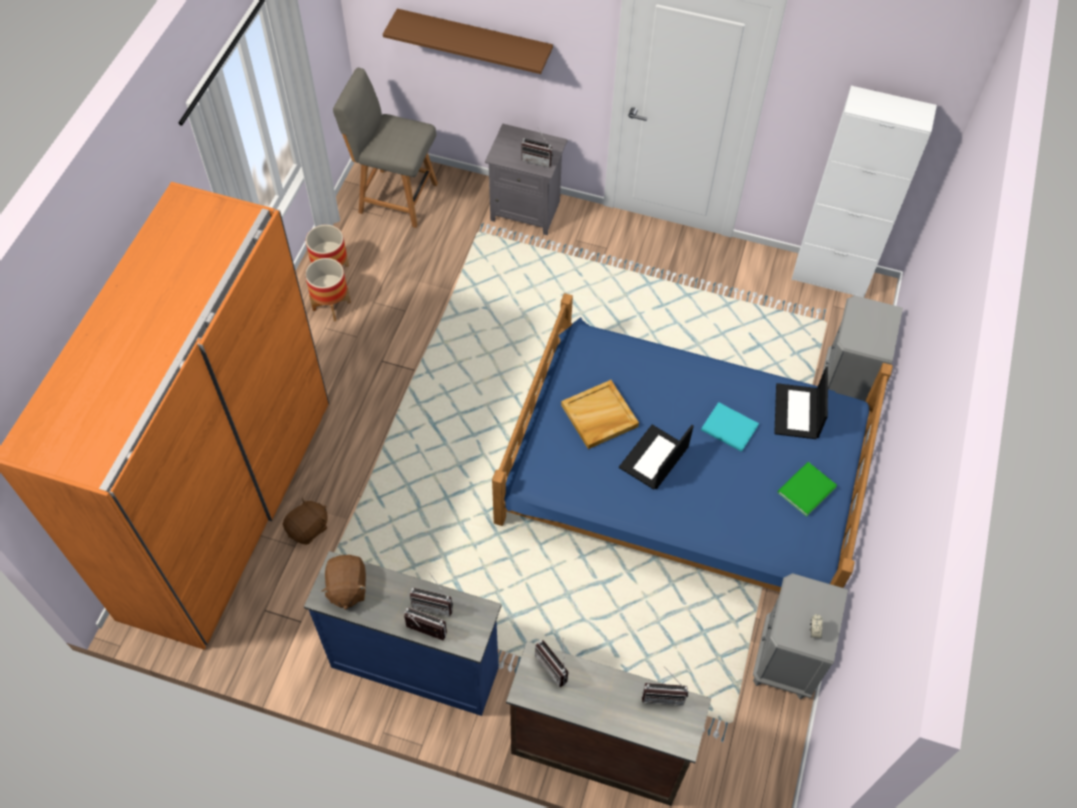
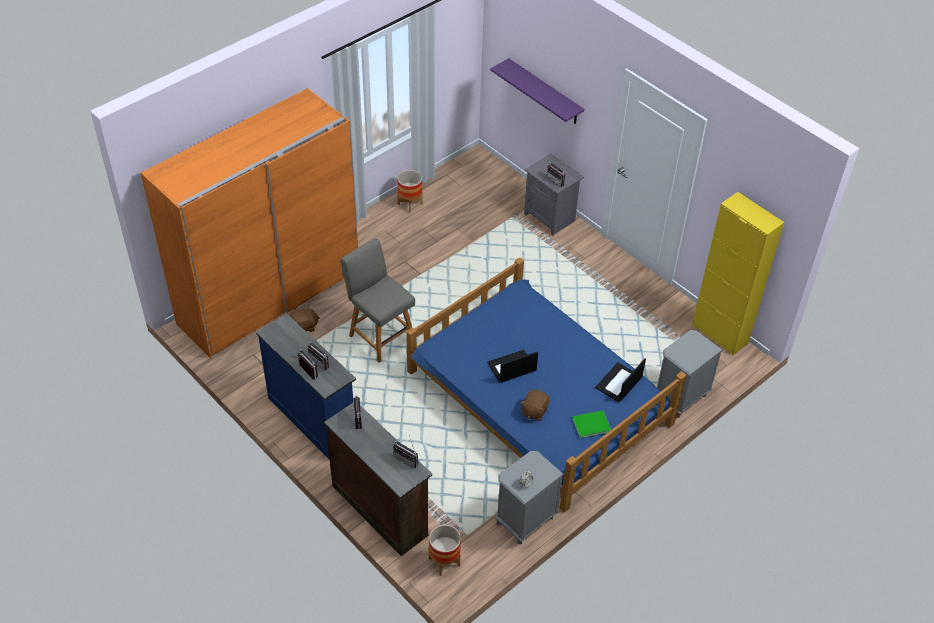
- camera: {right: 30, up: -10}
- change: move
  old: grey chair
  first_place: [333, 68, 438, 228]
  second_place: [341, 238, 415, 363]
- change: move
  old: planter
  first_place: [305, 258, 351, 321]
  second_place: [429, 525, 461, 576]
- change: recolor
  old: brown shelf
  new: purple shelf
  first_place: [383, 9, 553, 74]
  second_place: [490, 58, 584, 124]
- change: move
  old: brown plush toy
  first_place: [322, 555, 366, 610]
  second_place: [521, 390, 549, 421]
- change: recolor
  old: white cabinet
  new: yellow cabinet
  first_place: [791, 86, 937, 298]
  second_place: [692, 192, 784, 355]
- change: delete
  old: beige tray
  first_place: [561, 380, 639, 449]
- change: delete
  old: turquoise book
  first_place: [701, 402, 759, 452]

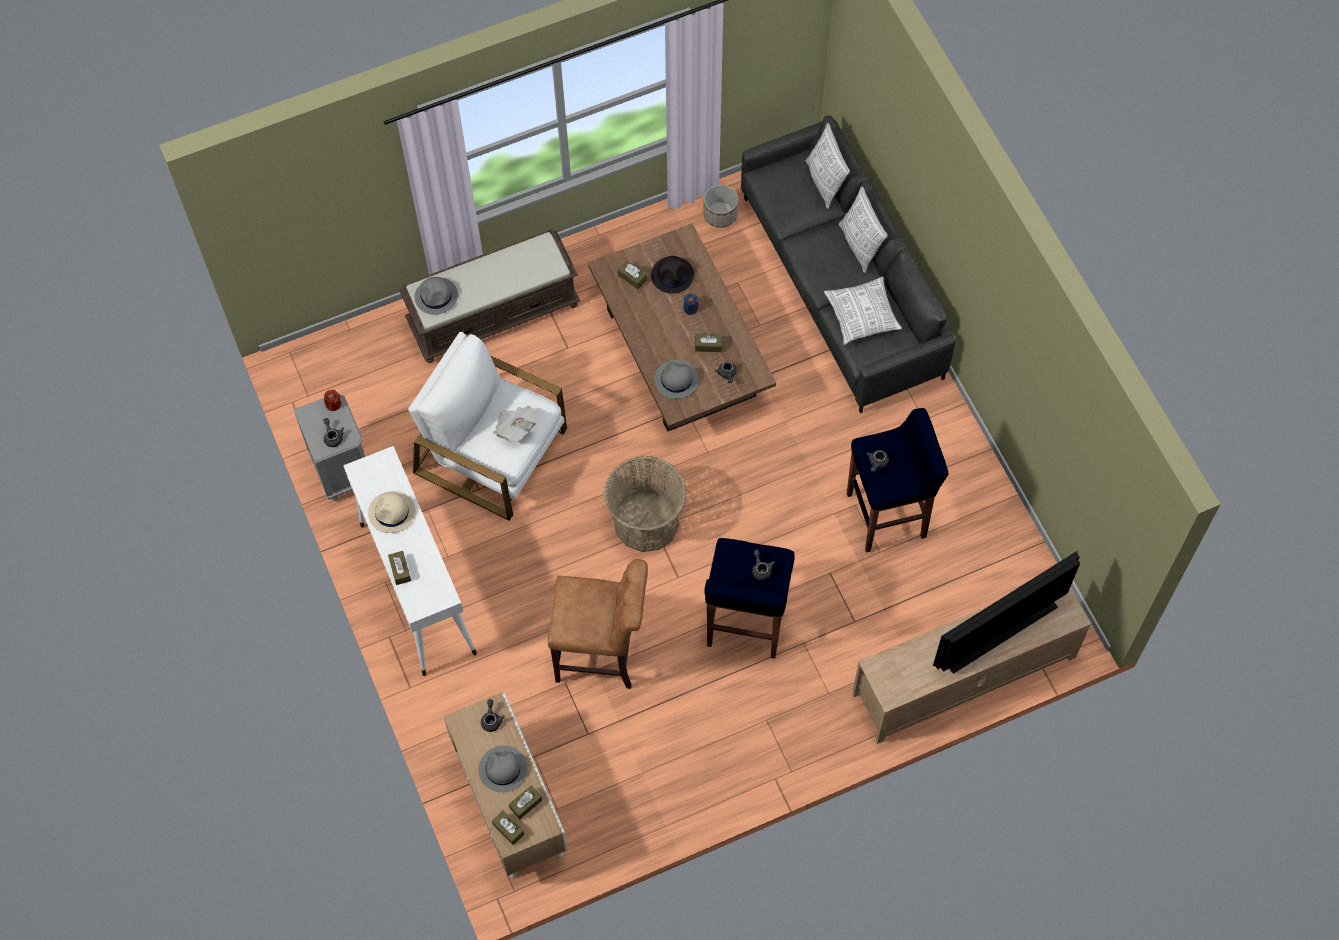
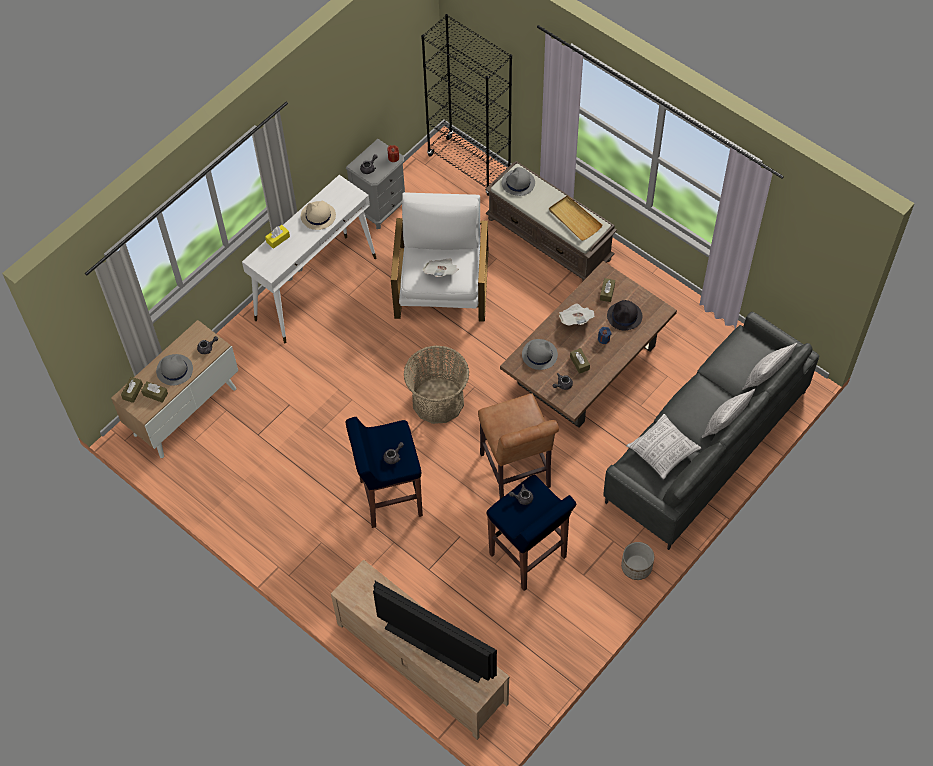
- camera: {right: 65, up: -5}
- change: recolor
  old: brown tissue box
  new: yellow tissue box
  first_place: [388, 551, 411, 585]
  second_place: [265, 225, 290, 249]
- change: insert
  new: black bookcase
  second_place: [421, 14, 512, 196]
- change: move
  old: brown stool
  first_place: [548, 559, 648, 689]
  second_place: [478, 393, 559, 499]
- change: insert
  new: beige tray
  second_place: [549, 195, 603, 241]
- change: insert
  new: newspaper
  second_place: [559, 304, 595, 325]
- change: move
  old: planter
  first_place: [703, 184, 738, 228]
  second_place: [621, 542, 654, 580]

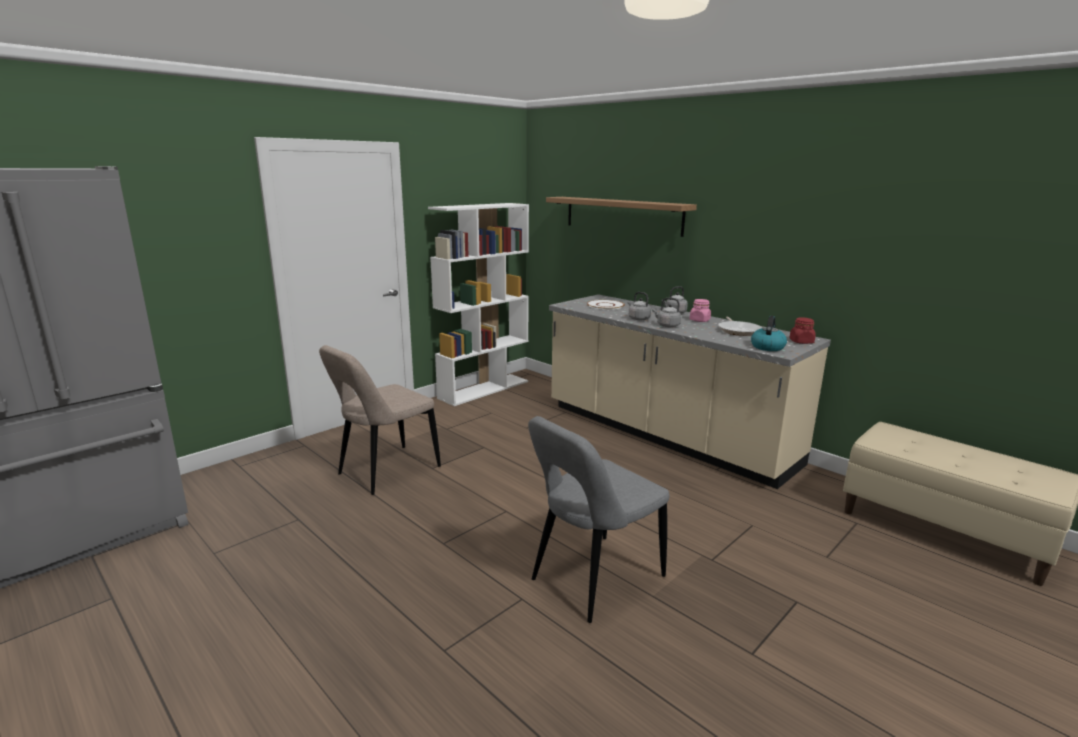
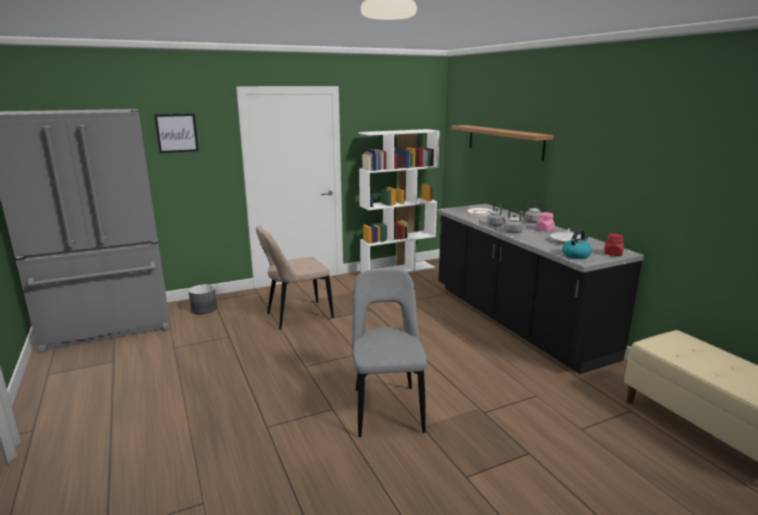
- camera: {right: 20, up: 0}
- change: insert
  new: picture
  second_place: [154, 114, 199, 153]
- change: insert
  new: grey planter
  second_place: [188, 284, 217, 314]
- change: rotate
  old: grey chair
  first_place: [528, 416, 669, 623]
  second_place: [352, 269, 427, 437]
  degrees: 105
- change: recolor
  old: beige counter
  new: black counter
  first_place: [549, 294, 831, 489]
  second_place: [438, 204, 644, 374]

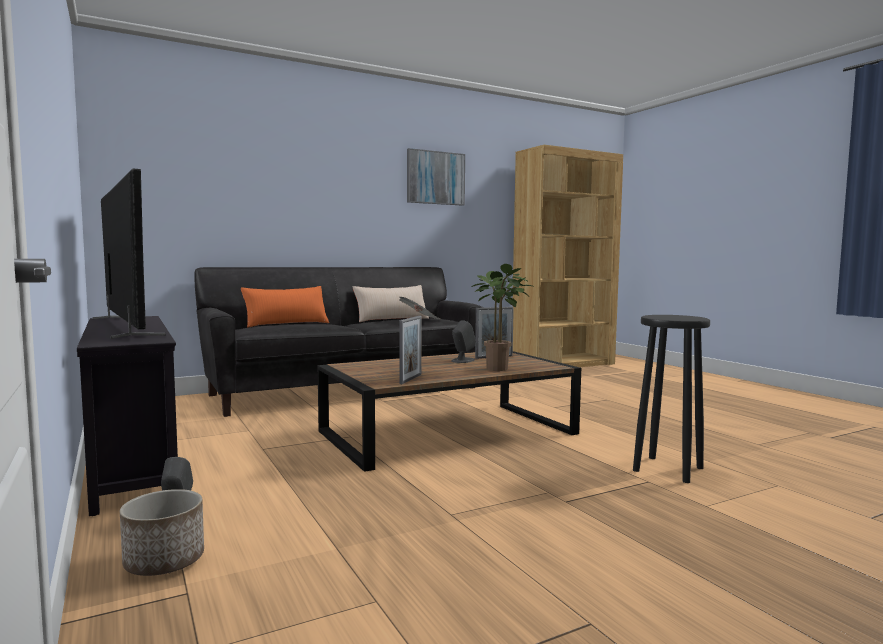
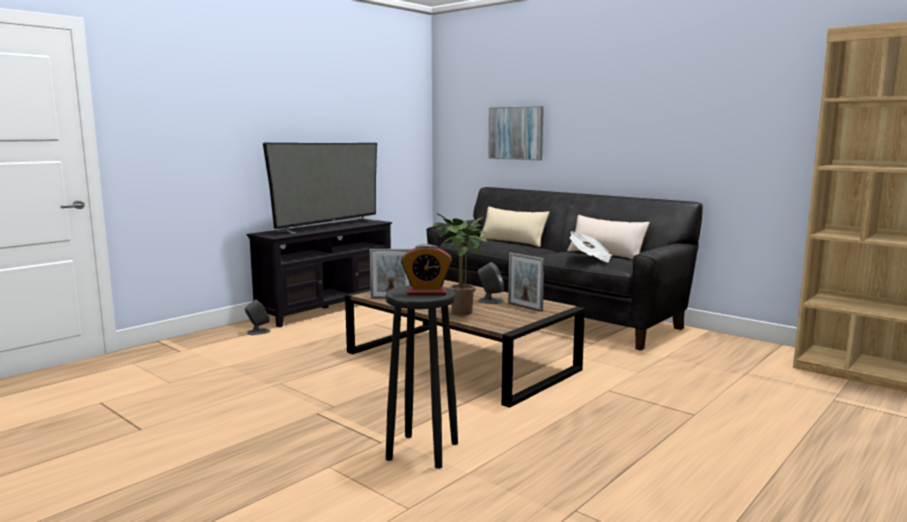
- camera: {right: 70, up: 5}
- change: insert
  new: alarm clock
  second_place: [401, 244, 452, 295]
- change: recolor
  old: orange pillow
  new: beige pillow
  first_place: [241, 286, 329, 328]
  second_place: [478, 206, 549, 247]
- change: move
  old: picture
  first_place: [407, 148, 465, 206]
  second_place: [488, 106, 544, 160]
- change: delete
  old: planter
  first_place: [120, 489, 204, 576]

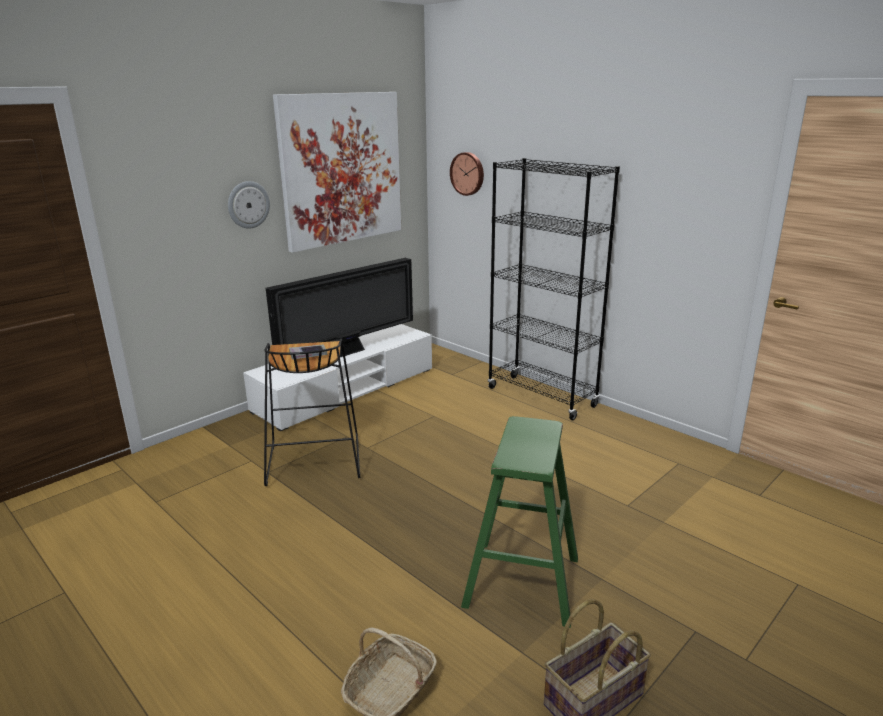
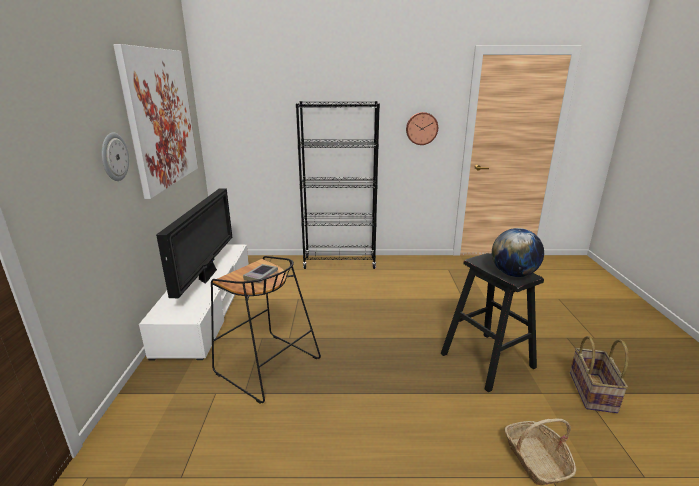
- camera: {right: -45, up: 0}
- change: move
  old: wall clock
  first_place: [450, 152, 484, 196]
  second_place: [406, 112, 438, 145]
- change: recolor
  old: green stool
  new: black stool
  first_place: [461, 416, 578, 628]
  second_place: [441, 253, 544, 393]
- change: insert
  new: globe
  second_place: [492, 228, 544, 277]

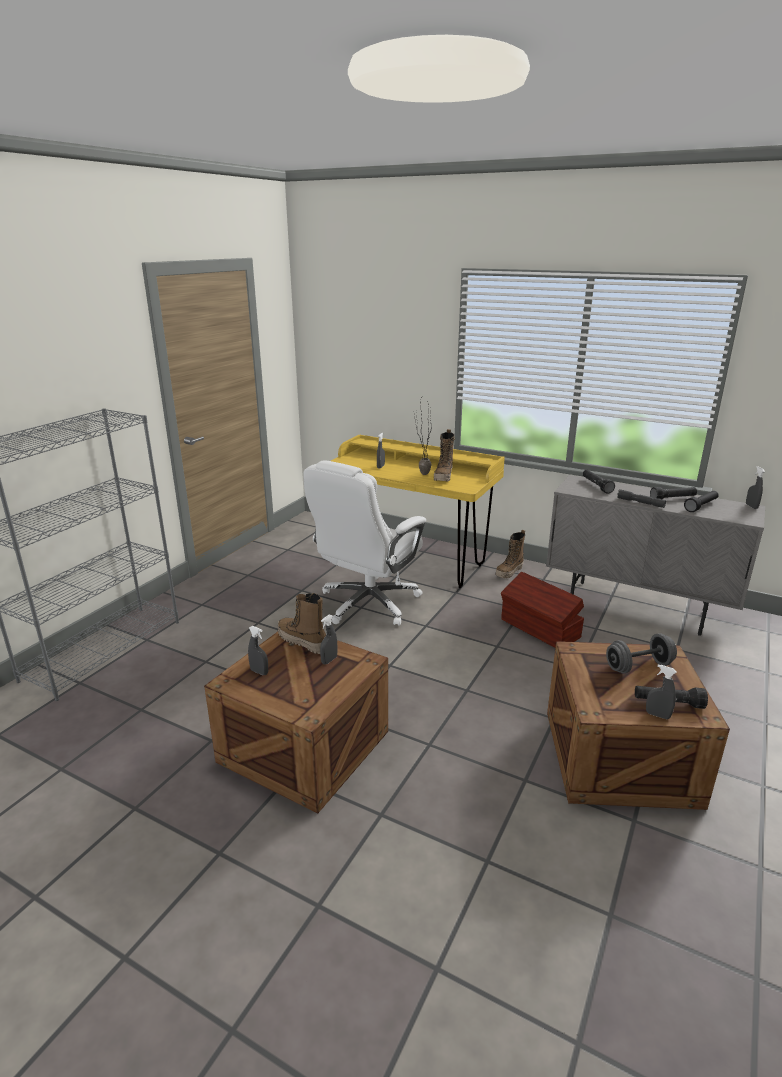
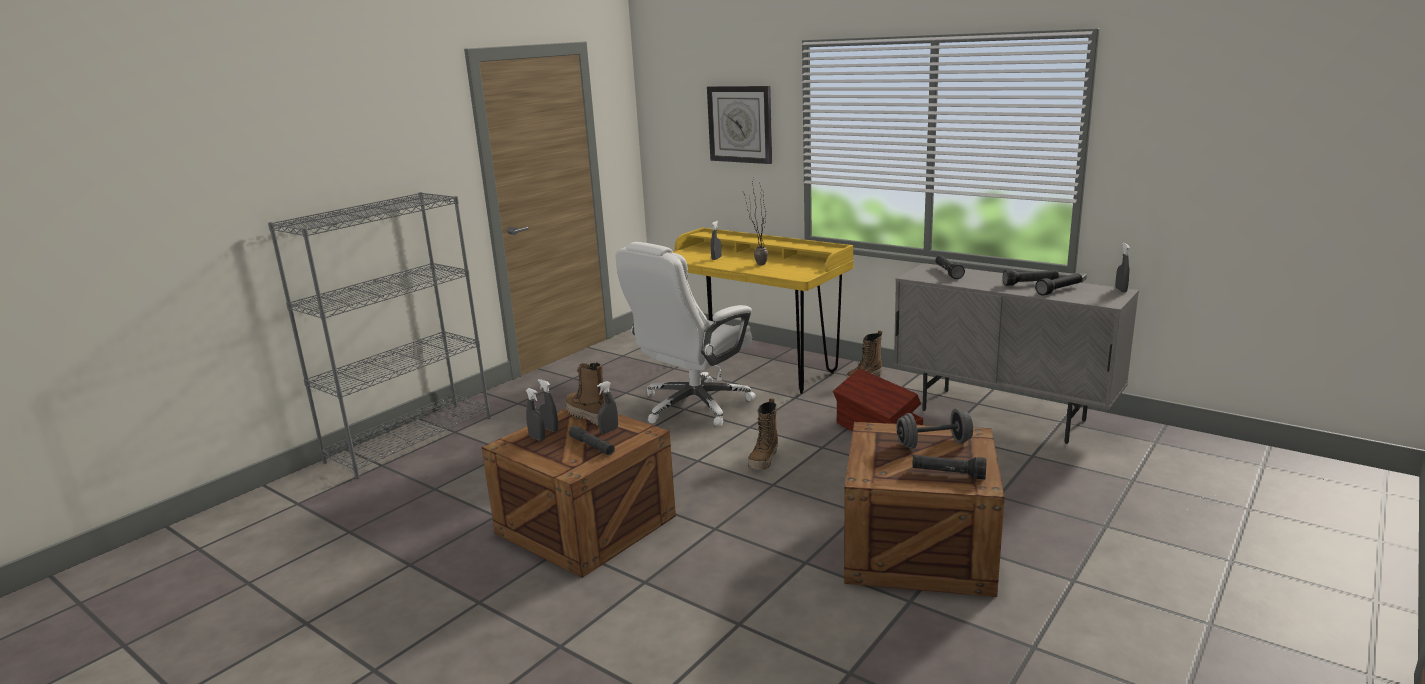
- camera: {right: 10, up: -5}
- change: move
  old: grey spray bottle
  first_place: [646, 664, 677, 719]
  second_place: [538, 379, 558, 432]
- change: move
  old: grey flashlight
  first_place: [617, 489, 666, 508]
  second_place: [569, 425, 615, 455]
- change: insert
  new: wall clock
  second_place: [707, 86, 772, 164]
- change: move
  old: boot
  first_place: [434, 429, 455, 481]
  second_place: [748, 398, 778, 470]

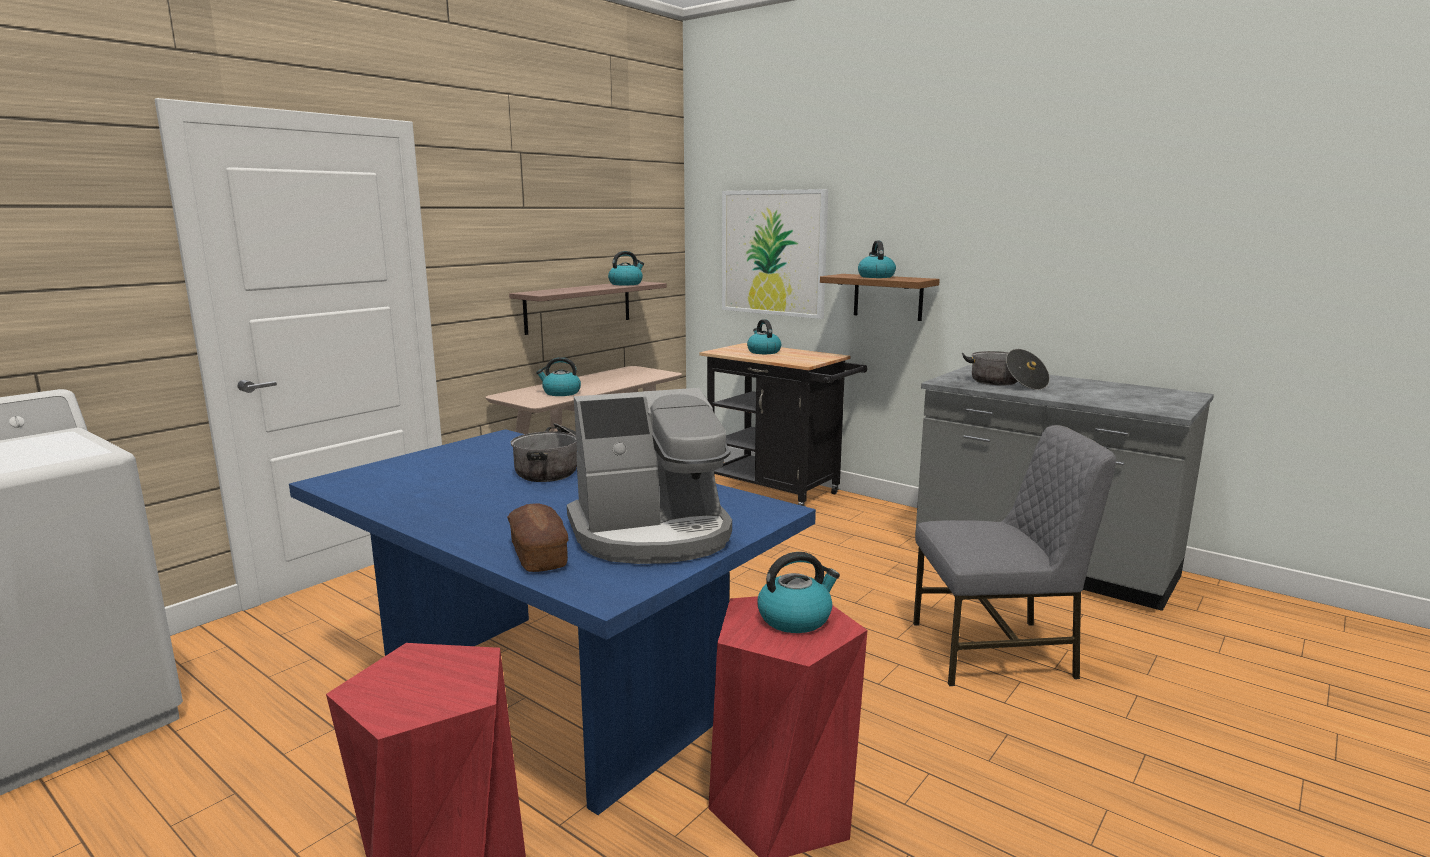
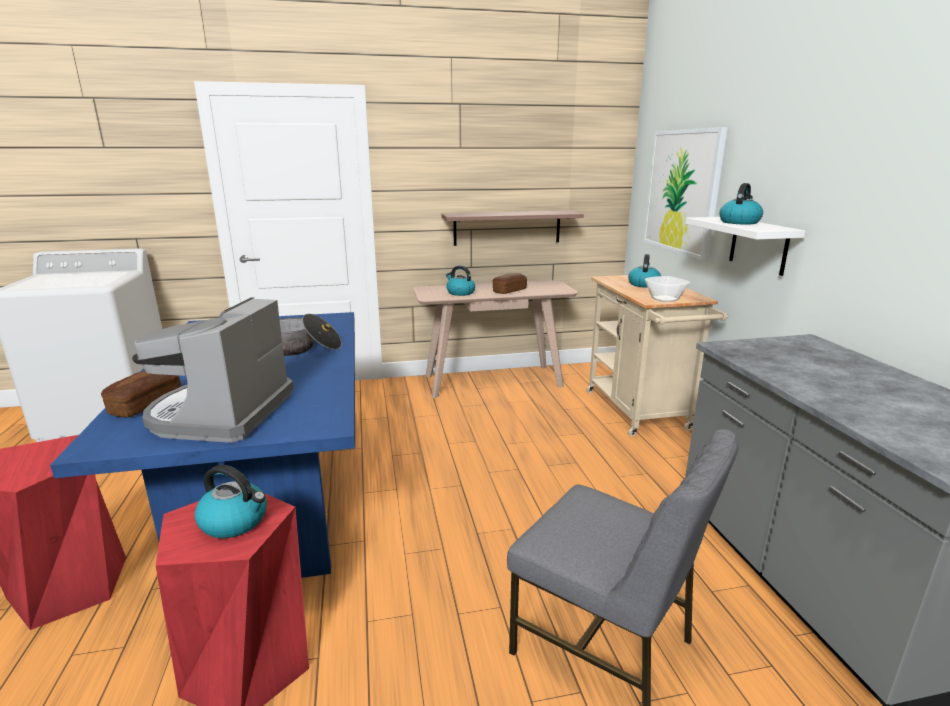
- camera: {right: 40, up: 5}
- change: rotate
  old: coffee machine
  first_place: [567, 388, 732, 564]
  second_place: [132, 297, 294, 443]
  degrees: 75
- change: insert
  new: bread
  second_place: [492, 273, 527, 294]
- change: recolor
  old: black cart
  new: beige cart
  first_place: [699, 343, 867, 507]
  second_place: [586, 275, 728, 437]
- change: insert
  new: bowl
  second_place: [645, 276, 690, 302]
- change: recolor
  old: brown shelf
  new: white shelf
  first_place: [820, 274, 940, 321]
  second_place: [686, 217, 806, 276]
- change: delete
  old: kettle
  first_place: [608, 251, 644, 285]
- change: delete
  old: cooking pot
  first_place: [962, 349, 1050, 390]

